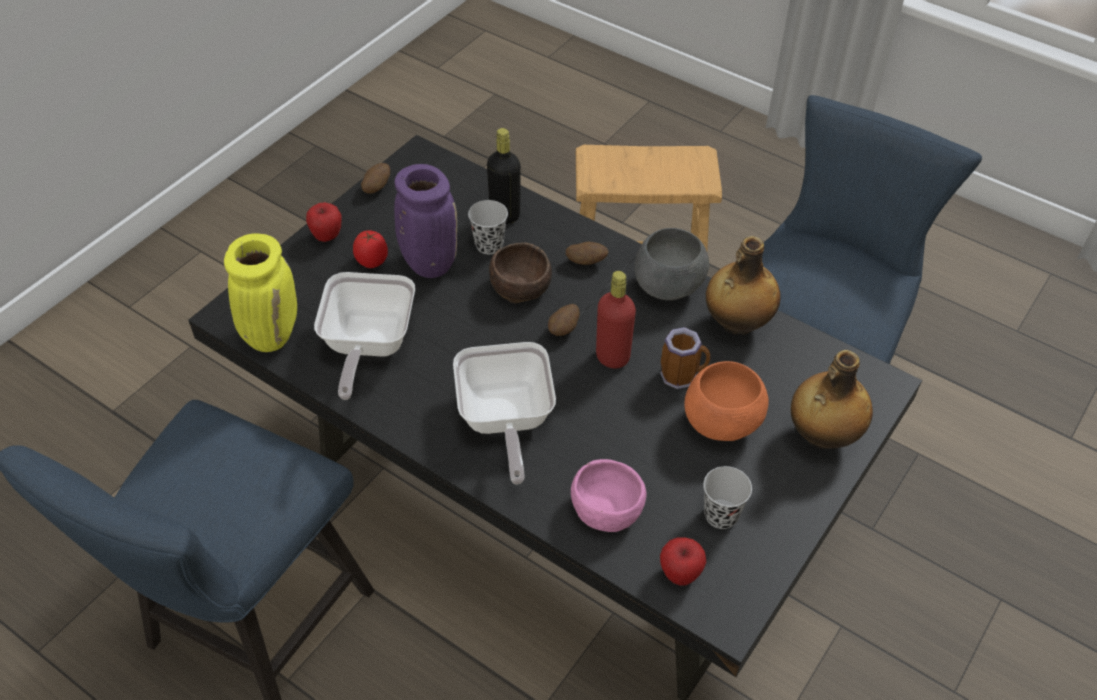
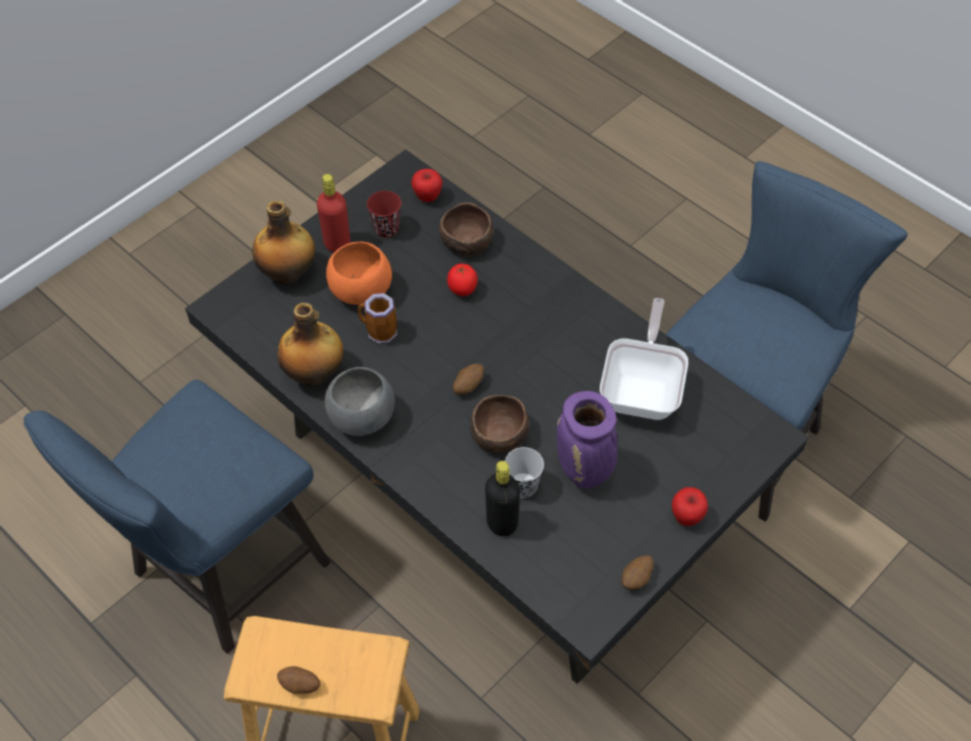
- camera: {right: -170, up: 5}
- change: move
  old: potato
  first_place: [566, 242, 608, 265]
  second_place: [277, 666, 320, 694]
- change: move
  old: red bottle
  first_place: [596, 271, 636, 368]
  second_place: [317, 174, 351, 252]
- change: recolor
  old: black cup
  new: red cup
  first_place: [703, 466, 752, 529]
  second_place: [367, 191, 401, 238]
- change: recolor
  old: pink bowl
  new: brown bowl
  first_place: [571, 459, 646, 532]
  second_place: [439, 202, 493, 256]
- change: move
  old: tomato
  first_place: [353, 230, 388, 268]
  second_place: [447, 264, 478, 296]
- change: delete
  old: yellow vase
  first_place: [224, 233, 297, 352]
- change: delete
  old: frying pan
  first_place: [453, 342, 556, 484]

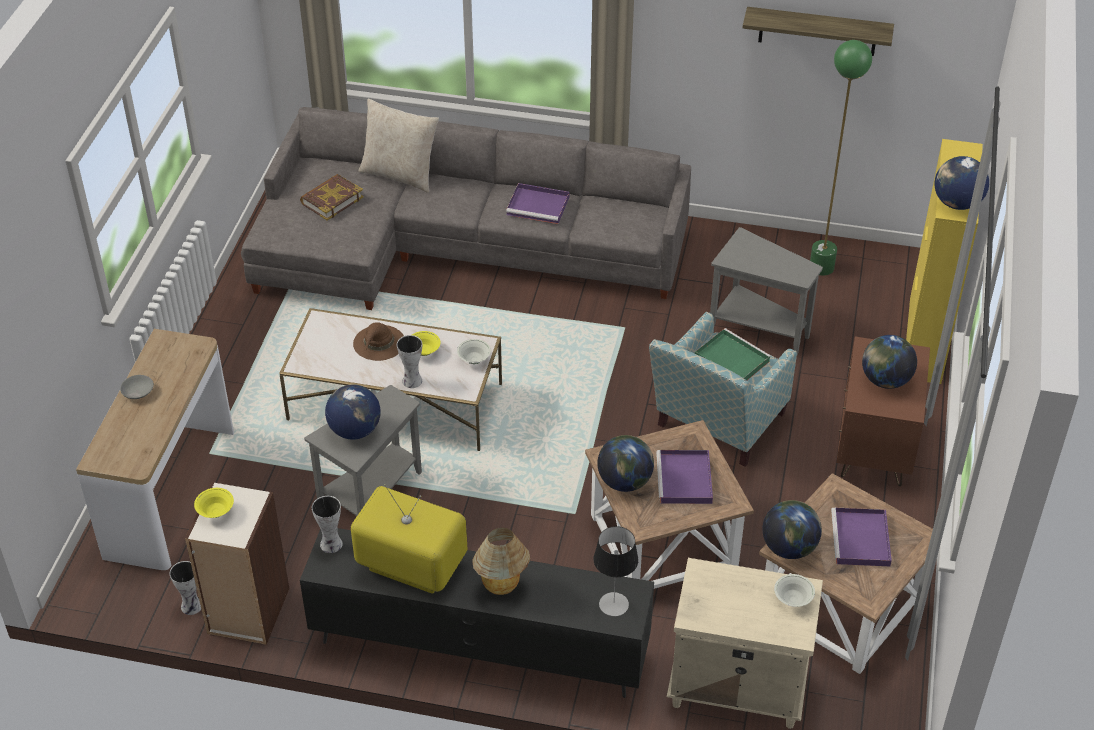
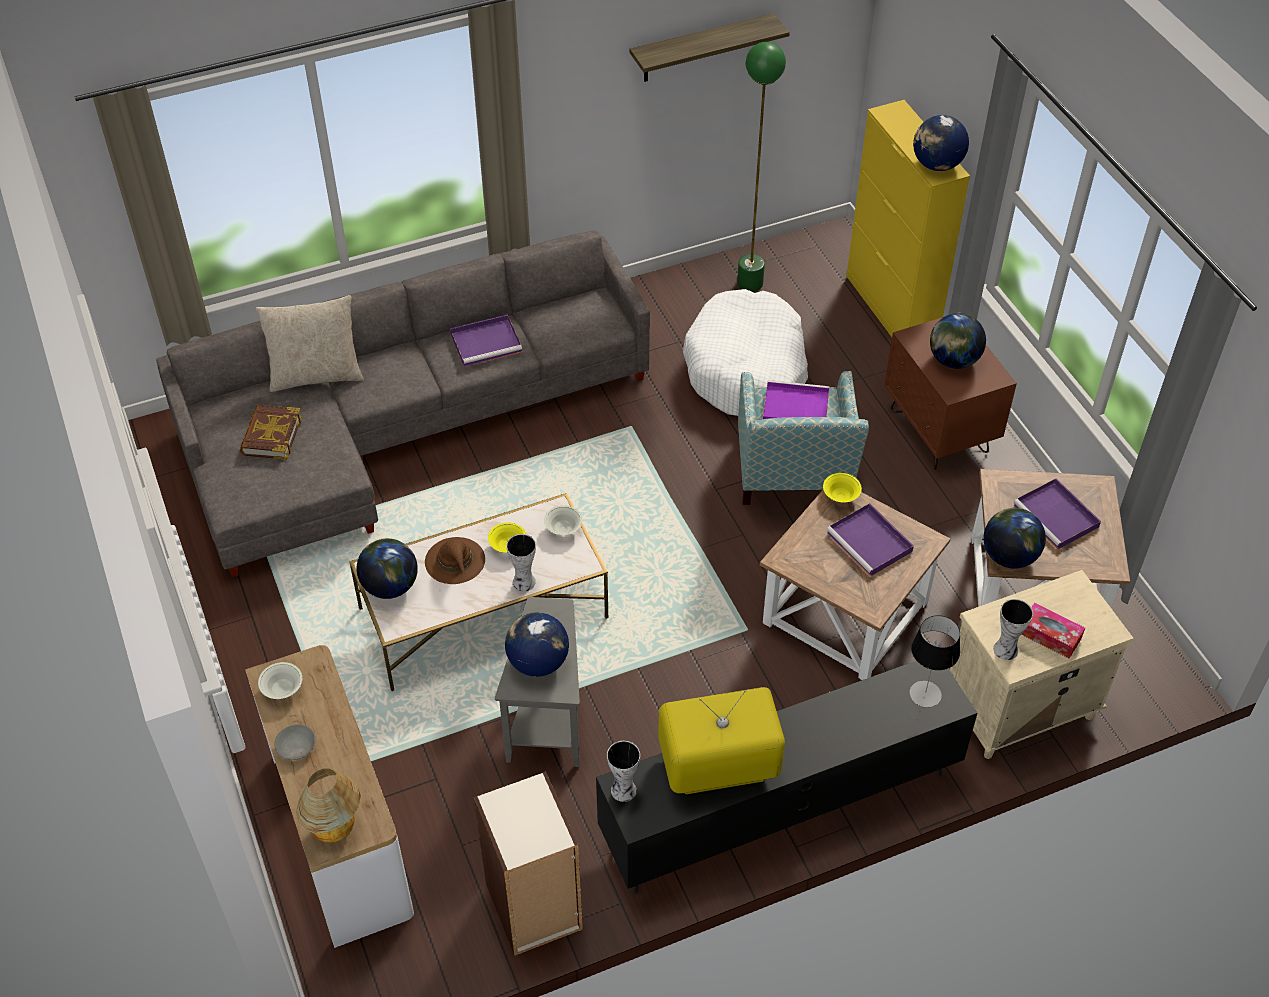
- camera: {right: -35, up: 5}
- change: move
  old: white bowl
  first_place: [774, 574, 815, 607]
  second_place: [258, 662, 302, 699]
- change: move
  old: table lamp
  first_place: [472, 528, 530, 595]
  second_place: [296, 768, 361, 843]
- change: move
  old: globe
  first_place: [597, 435, 654, 492]
  second_place: [357, 538, 418, 599]
- change: replace
  old: grey side table
  new: white dog bed
  first_place: [710, 227, 823, 355]
  second_place: [683, 289, 808, 416]
- change: recolor
  old: green tray
  new: purple tray
  first_place: [695, 328, 771, 380]
  second_place: [763, 380, 829, 419]
- change: move
  old: yellow bowl
  first_place: [194, 488, 234, 518]
  second_place: [823, 473, 862, 503]
- change: move
  old: vase
  first_place: [170, 561, 201, 615]
  second_place: [993, 599, 1033, 660]
- change: insert
  new: tissue box
  second_place: [1021, 603, 1085, 658]

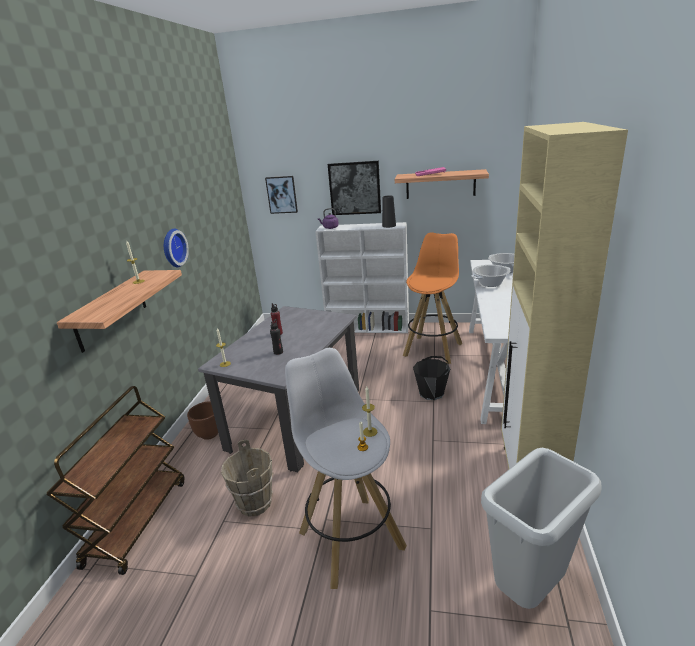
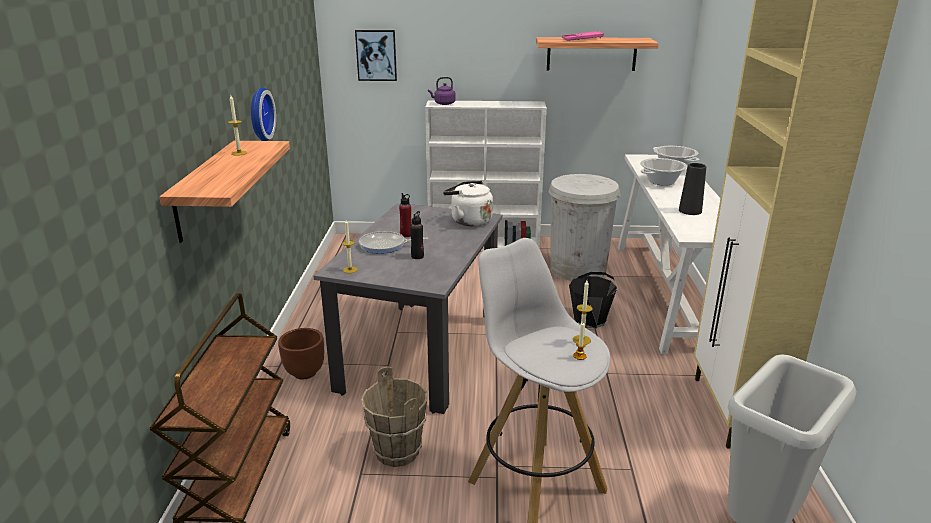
- camera: {right: -10, up: 0}
- change: insert
  new: frying pan
  second_place: [359, 231, 428, 254]
- change: insert
  new: white kettle
  second_place: [443, 181, 493, 226]
- change: replace
  old: orange stool
  new: white trash can
  first_place: [403, 232, 462, 364]
  second_place: [548, 174, 620, 281]
- change: move
  old: black vase
  first_place: [382, 195, 396, 228]
  second_place: [679, 163, 706, 215]
- change: delete
  old: picture
  first_place: [328, 161, 381, 215]

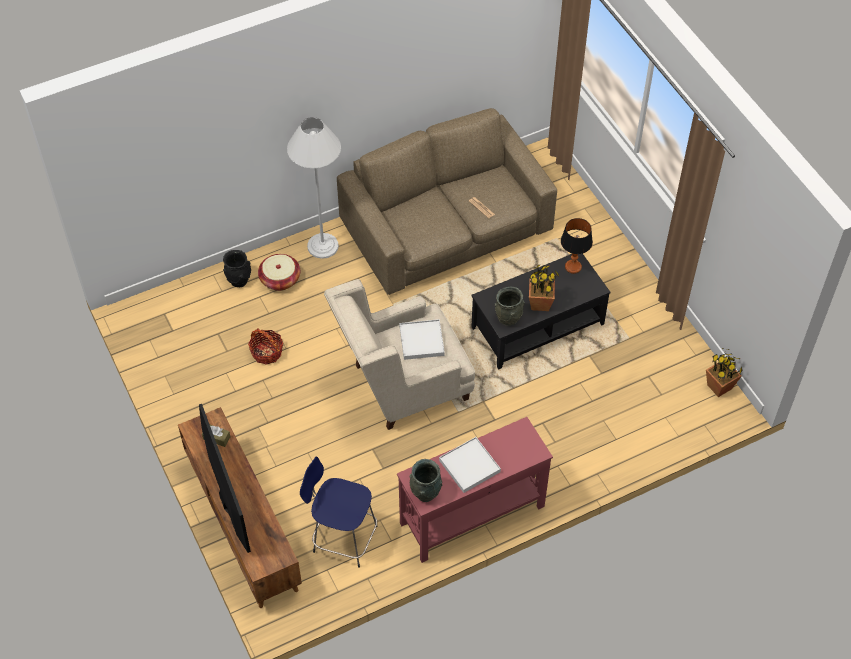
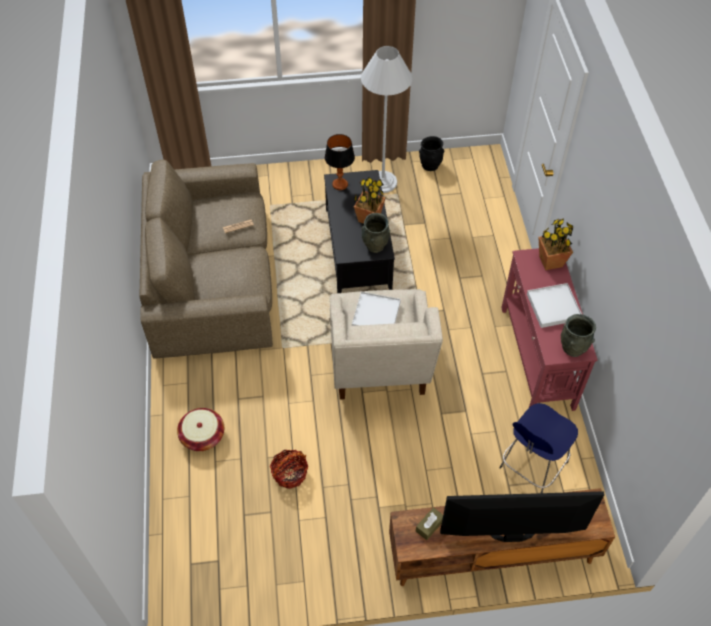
- camera: {right: -70, up: 0}
- change: move
  old: white floor lamp
  first_place: [287, 117, 341, 259]
  second_place: [361, 46, 412, 193]
- change: move
  old: black vase
  first_place: [223, 250, 251, 287]
  second_place: [419, 136, 444, 171]
- change: move
  old: potted plant
  first_place: [706, 348, 743, 397]
  second_place: [538, 219, 573, 270]

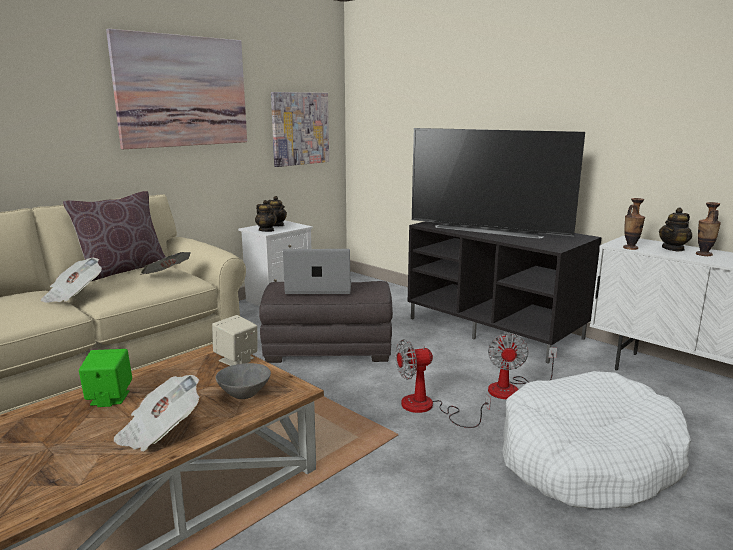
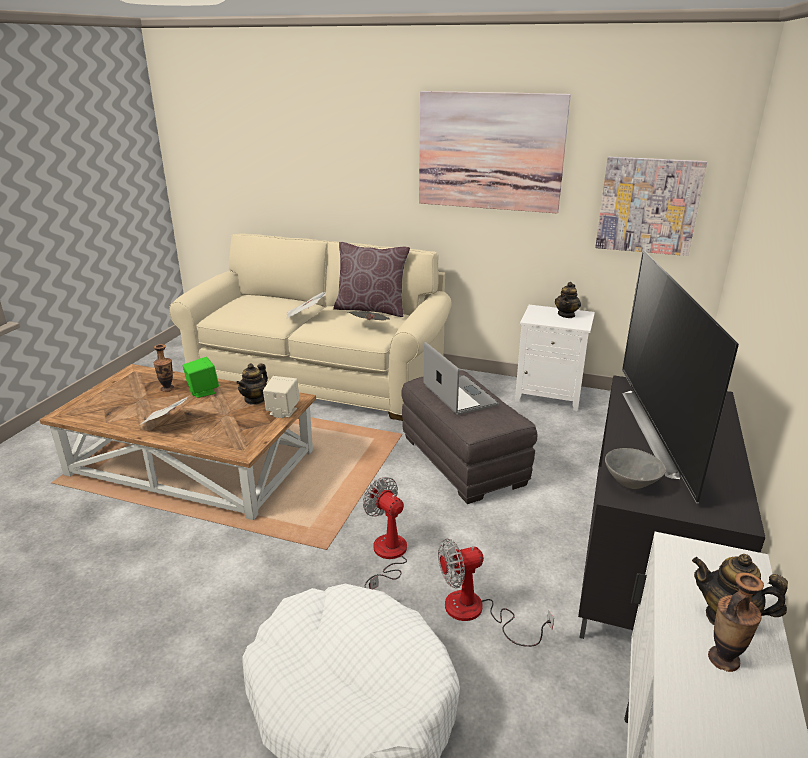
- camera: {right: 65, up: 10}
- change: move
  old: vase
  first_place: [623, 198, 645, 250]
  second_place: [154, 344, 175, 392]
- change: move
  old: teapot
  first_place: [255, 200, 277, 232]
  second_place: [236, 363, 268, 405]
- change: move
  old: grey bowl
  first_place: [215, 363, 271, 399]
  second_place: [605, 448, 666, 489]

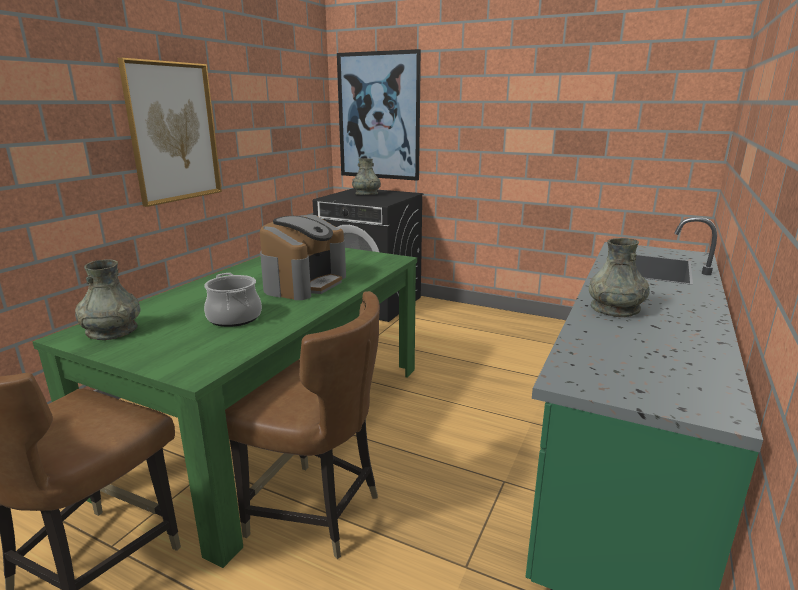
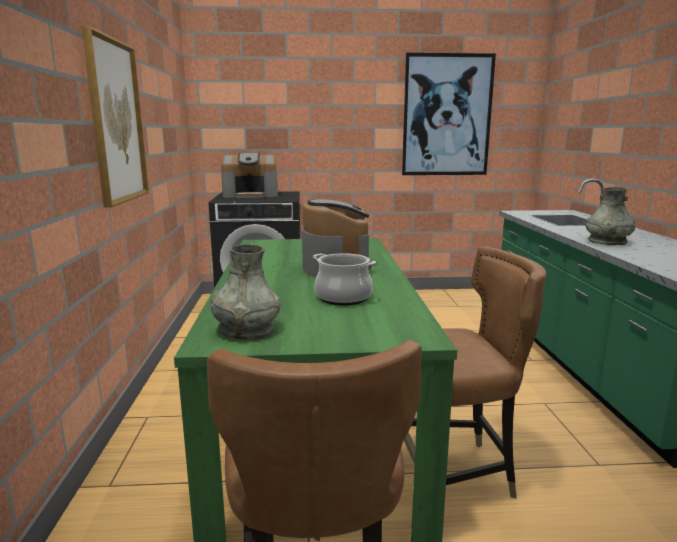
- camera: {right: -30, up: -5}
- change: replace
  old: grey vase
  new: coffee machine
  first_place: [352, 158, 381, 195]
  second_place: [221, 153, 278, 198]
- change: move
  old: picture
  first_place: [337, 49, 421, 181]
  second_place: [402, 53, 496, 175]

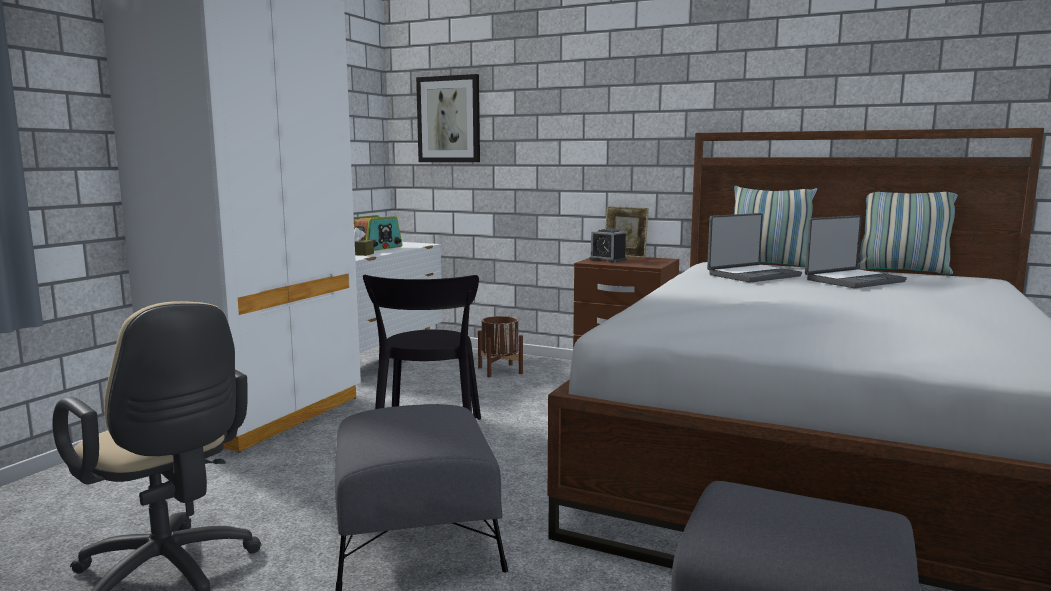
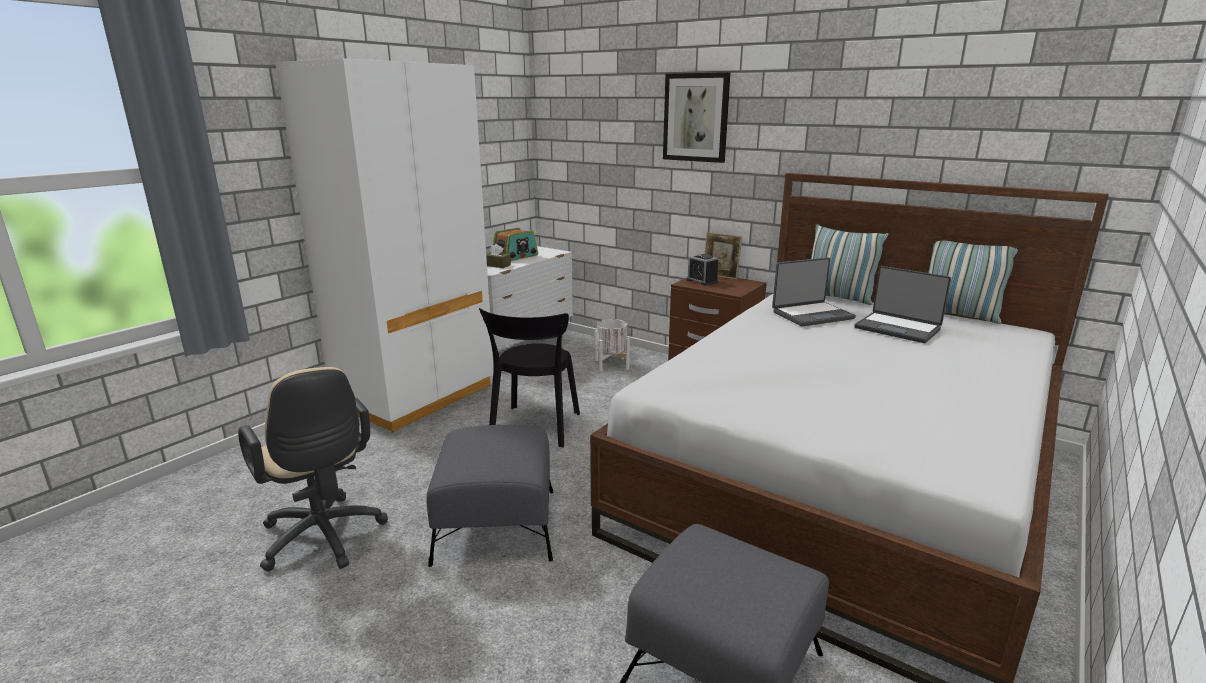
- camera: {right: 10, up: 10}
- change: recolor
  old: brown planter
  new: white planter
  first_place: [478, 316, 523, 378]
  second_place: [595, 319, 630, 371]
- change: move
  old: picture
  first_place: [416, 74, 480, 162]
  second_place: [663, 72, 730, 163]
- change: rotate
  old: laptop
  first_place: [805, 215, 907, 288]
  second_place: [854, 266, 951, 343]
  degrees: 60

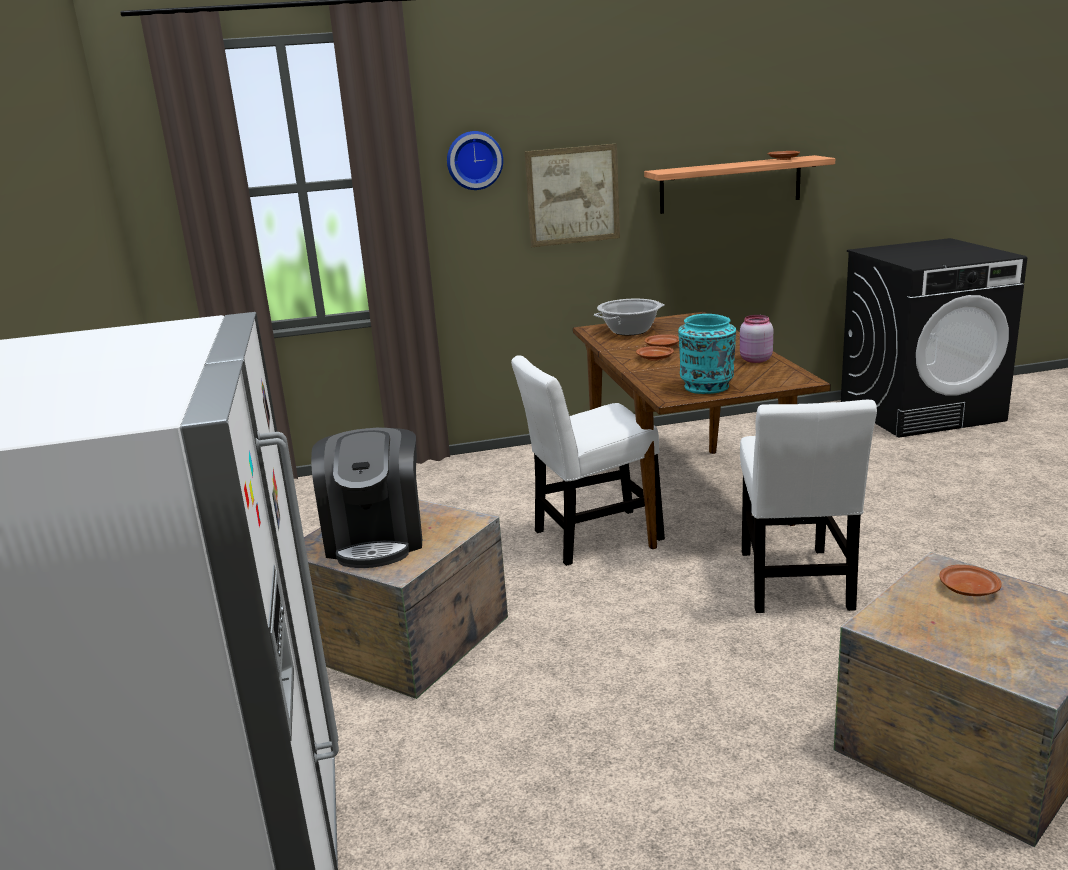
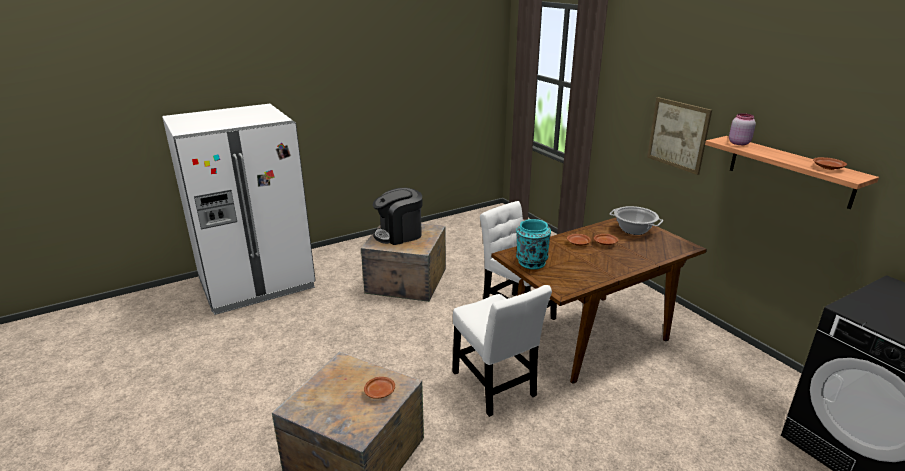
- camera: {right: 70, up: 5}
- change: rotate
  old: white chair
  first_place: [740, 399, 877, 613]
  second_place: [453, 285, 552, 417]
  degrees: -105
- change: move
  old: pink jar
  first_place: [740, 315, 773, 363]
  second_place: [729, 113, 756, 145]
- change: delete
  old: wall clock
  first_place: [447, 131, 503, 190]

